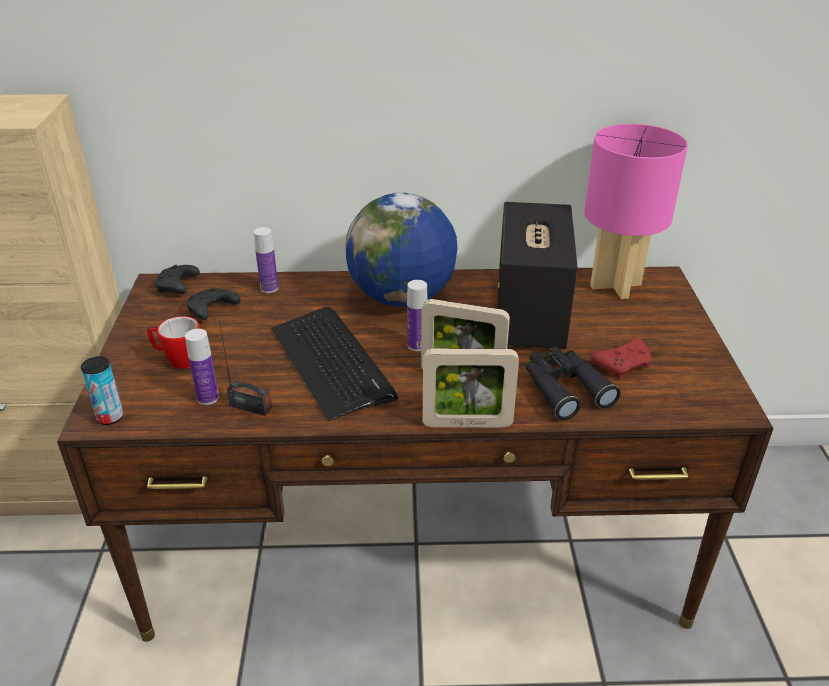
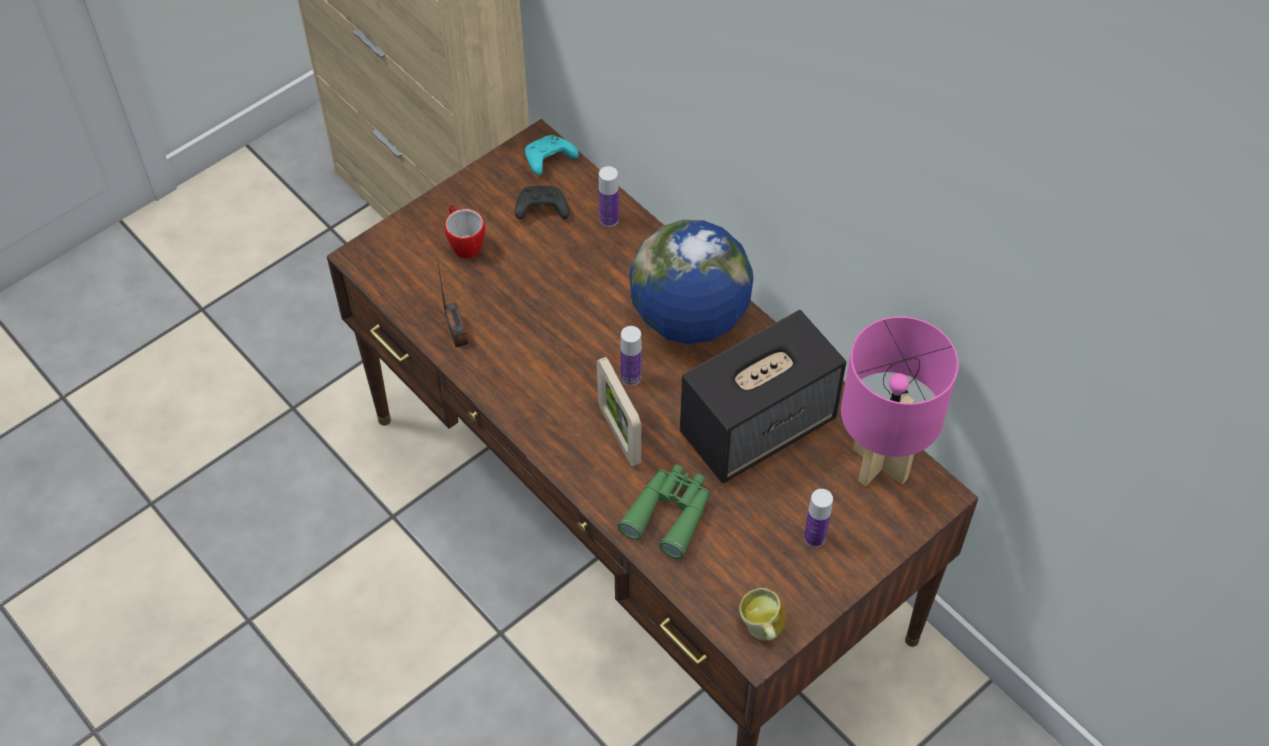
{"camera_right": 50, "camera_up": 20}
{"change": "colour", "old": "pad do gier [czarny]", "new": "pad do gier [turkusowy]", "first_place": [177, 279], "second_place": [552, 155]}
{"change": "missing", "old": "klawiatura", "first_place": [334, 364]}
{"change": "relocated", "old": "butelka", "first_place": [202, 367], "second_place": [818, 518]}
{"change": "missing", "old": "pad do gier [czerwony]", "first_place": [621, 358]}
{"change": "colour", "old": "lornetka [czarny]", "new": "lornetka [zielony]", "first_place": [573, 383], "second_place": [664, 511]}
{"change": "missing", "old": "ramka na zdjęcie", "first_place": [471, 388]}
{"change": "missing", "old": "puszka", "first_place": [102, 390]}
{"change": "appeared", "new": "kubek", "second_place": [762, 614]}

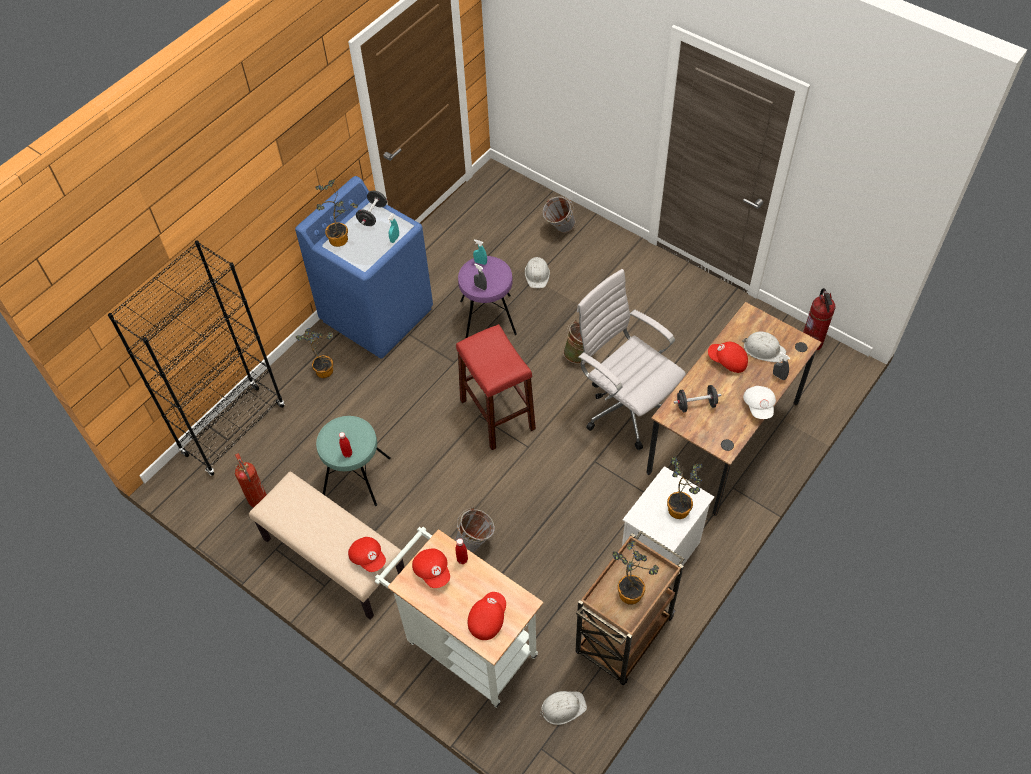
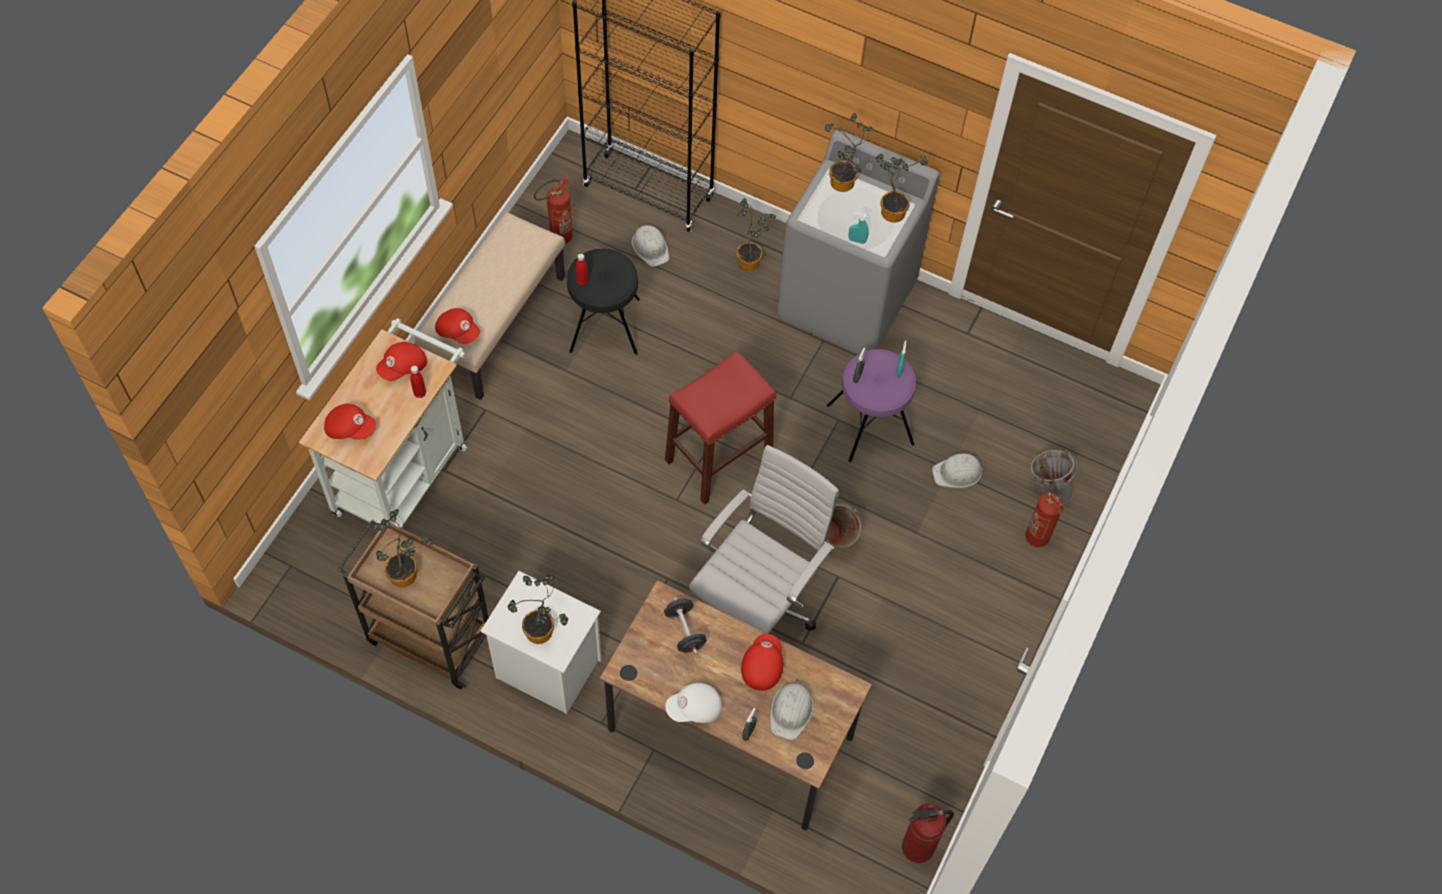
{"camera_right": 75, "camera_up": 5}
{"change": "colour", "old": "pralka [niebieski]", "new": "pralka [szary]", "first_place": [364, 267], "second_place": [858, 242]}
{"change": "exchanged", "old": "hantel [czarny]", "new": "roślina doniczkowa", "first_place": [371, 208], "second_place": [902, 188]}
{"change": "colour", "old": "stołek [turkusowy]", "new": "stołek [czarny]", "first_place": [353, 461], "second_place": [603, 302]}
{"change": "missing", "old": "wiadro [szary]", "first_place": [475, 530]}
{"change": "spun", "old": "czapka z daszkiem [czerwony]", "first_place": [367, 554], "second_place": [457, 326], "degrees": -90}
{"change": "relocated", "old": "kask [biały]", "first_place": [563, 708], "second_place": [650, 246]}
{"change": "appeared", "new": "gaśnica", "second_place": [1044, 506]}

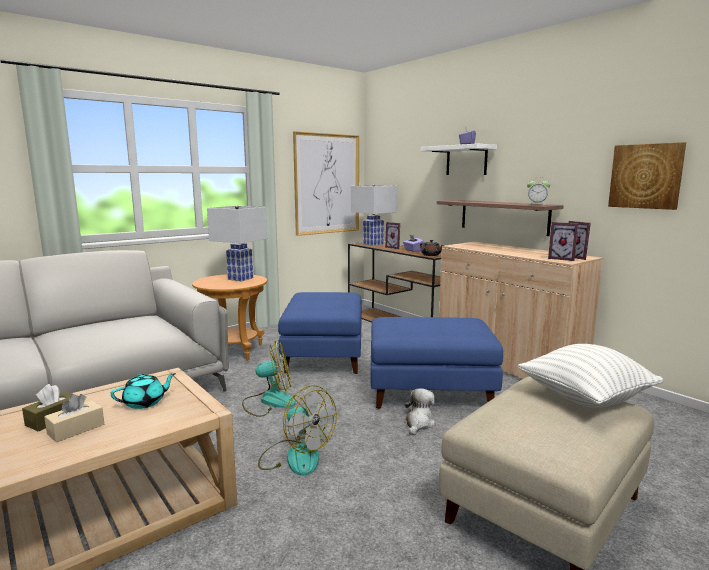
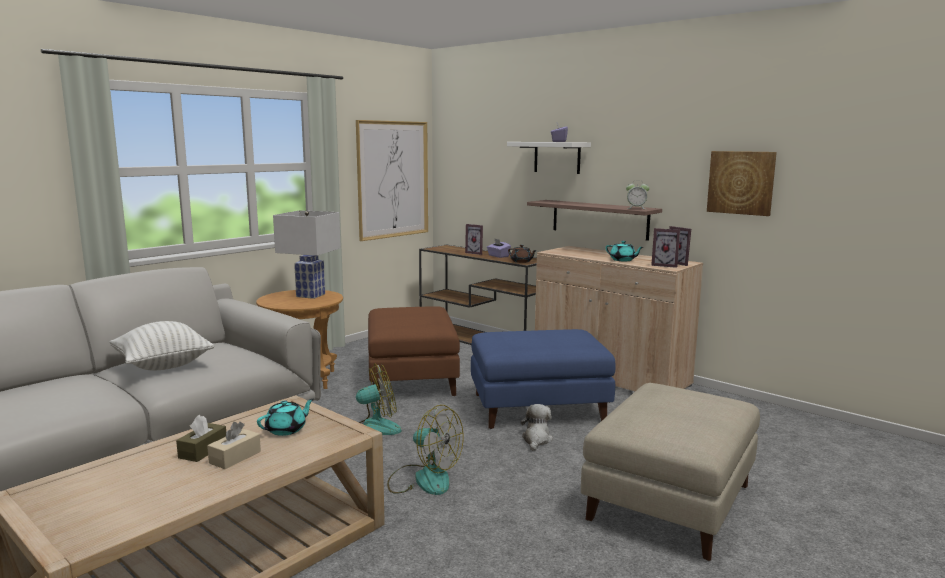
{"camera_right": -10, "camera_up": 0}
{"change": "missing", "old": "lampa stołowa [biały]", "first_place": [374, 215]}
{"change": "colour", "old": "pufa [niebieski]", "new": "pufa [brązowy]", "first_place": [320, 333], "second_place": [414, 351]}
{"change": "relocated", "old": "poduszka [biały]", "first_place": [590, 376], "second_place": [162, 346]}
{"change": "appeared", "new": "imbryk [turkusowy]", "second_place": [624, 251]}

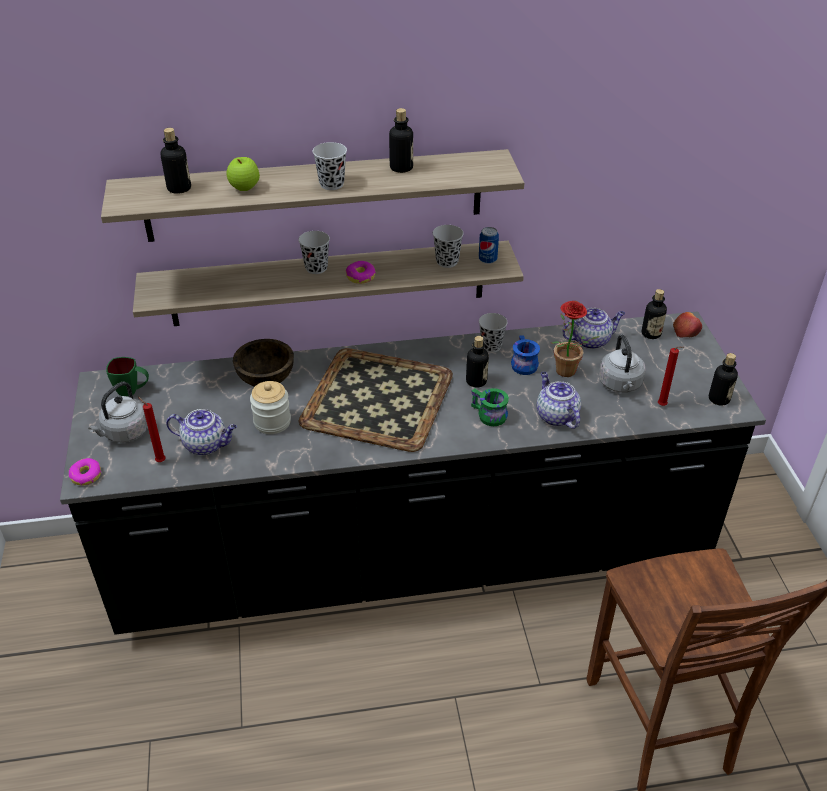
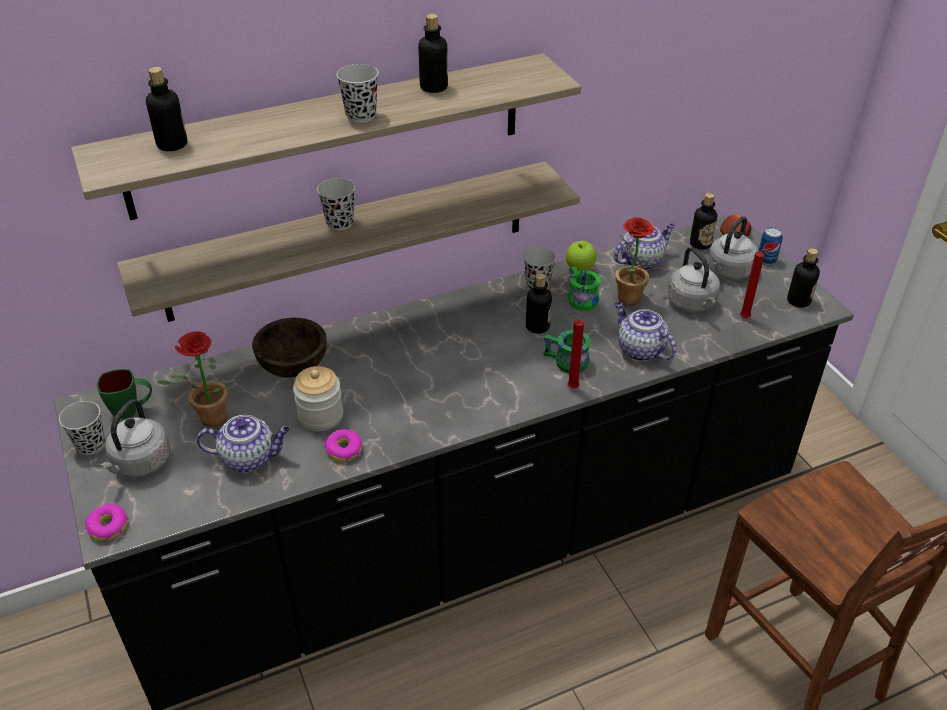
{"camera_right": -15, "camera_up": 0}
{"change": "relocated", "old": "jabłko", "first_place": [243, 174], "second_place": [581, 256]}
{"change": "relocated", "old": "filiżanka [czarny]", "first_place": [448, 246], "second_place": [82, 428]}
{"change": "relocated", "old": "puszka", "first_place": [489, 245], "second_place": [770, 246]}
{"change": "relocated", "old": "donut", "first_place": [361, 272], "second_place": [343, 445]}
{"change": "colour", "old": "kubek [niebieski]", "new": "kubek [zielony]", "first_place": [525, 355], "second_place": [584, 289]}
{"change": "missing", "old": "taca", "first_place": [376, 400]}
{"change": "relocated", "old": "świeca [czerwony]", "first_place": [152, 429], "second_place": [575, 350]}
{"change": "appeared", "new": "czajnik [szary]", "second_place": [733, 248]}
{"change": "appeared", "new": "roślina doniczkowa", "second_place": [198, 379]}

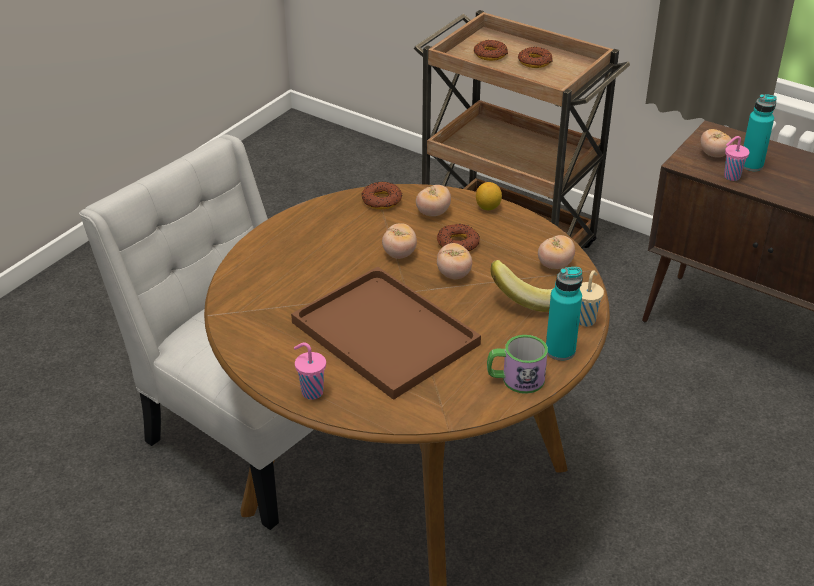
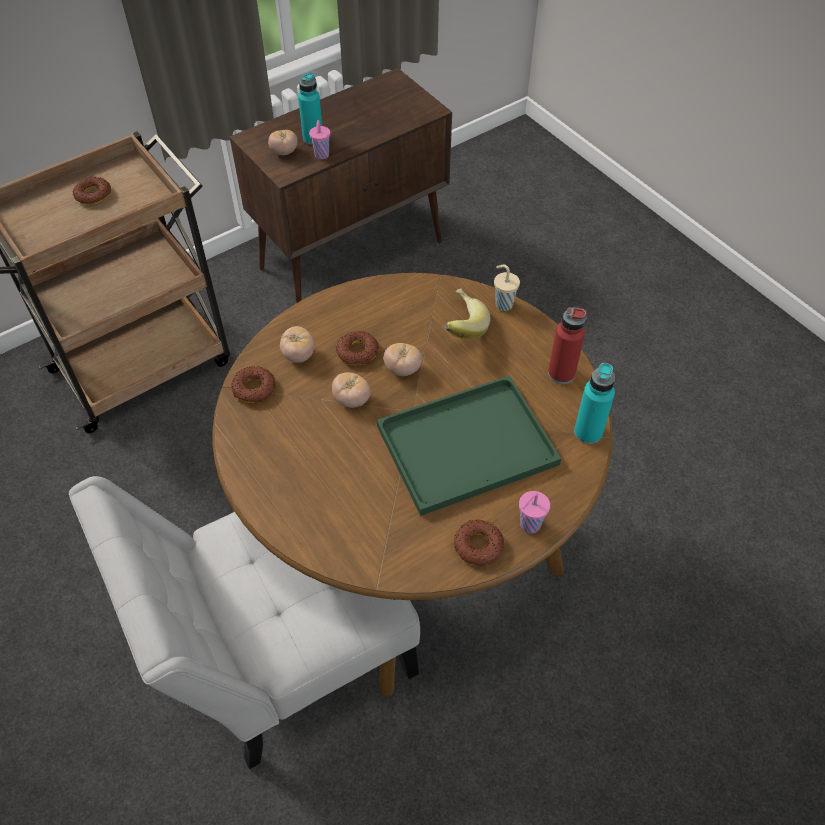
{"camera_right": -70, "camera_up": 15}
{"change": "relocated", "old": "donut", "first_place": [491, 50], "second_place": [479, 542]}
{"change": "missing", "old": "cytryna", "first_place": [489, 196]}
{"change": "missing", "old": "pomidor", "first_place": [556, 252]}
{"change": "colour", "old": "taca [brązowy]", "new": "taca [zielony]", "first_place": [386, 333], "second_place": [469, 445]}
{"change": "relocated", "old": "butelka [turkusowy]", "first_place": [564, 314], "second_place": [594, 403]}
{"change": "exchanged", "old": "kubek", "new": "butelka [czerwony]", "first_place": [517, 364], "second_place": [567, 345]}

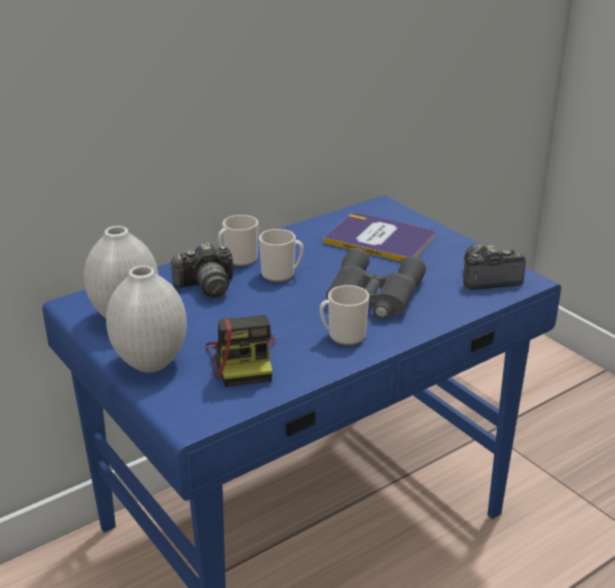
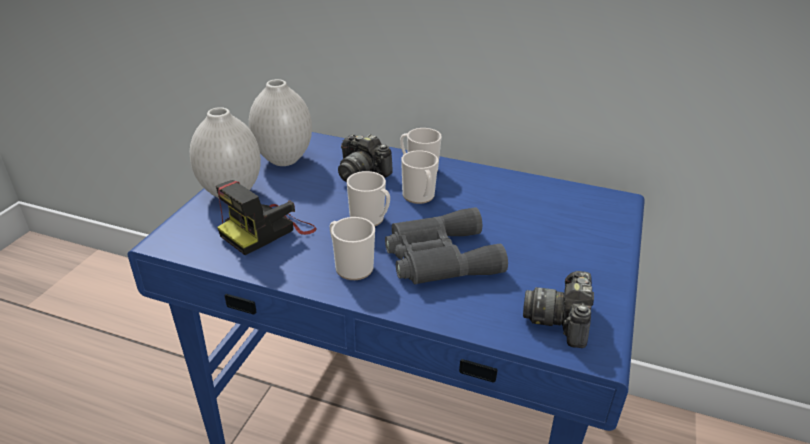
{"camera_right": 55, "camera_up": 5}
{"change": "missing", "old": "książka", "first_place": [379, 237]}
{"change": "spun", "old": "aparat fotograficzny", "first_place": [494, 267], "second_place": [558, 309], "degrees": -120}
{"change": "appeared", "new": "kubek", "second_place": [368, 198]}

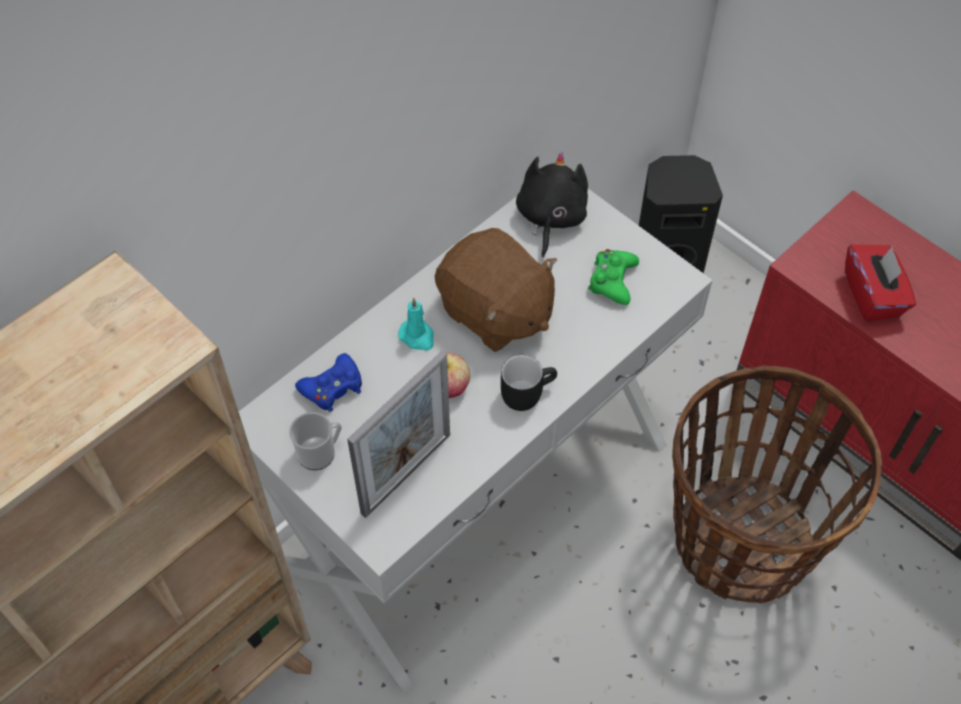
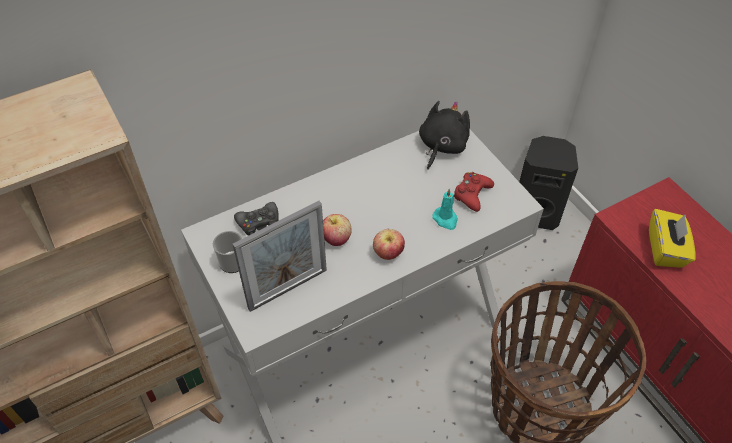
{"camera_right": 15, "camera_up": -5}
{"change": "missing", "old": "pluszak [brązowy]", "first_place": [496, 290]}
{"change": "colour", "old": "pudełko chusteczek [czerwony]", "new": "pudełko chusteczek [żółty]", "first_place": [880, 282], "second_place": [672, 238]}
{"change": "colour", "old": "pad do gier [zielony]", "new": "pad do gier [czerwony]", "first_place": [613, 277], "second_place": [474, 192]}
{"change": "relocated", "old": "świeca [turkusowy]", "first_place": [416, 324], "second_place": [445, 209]}
{"change": "colour", "old": "pad do gier [niebieski]", "new": "pad do gier [czarny]", "first_place": [328, 382], "second_place": [256, 219]}
{"change": "exchanged", "old": "kubek [czarny]", "new": "jabłko", "first_place": [529, 383], "second_place": [389, 244]}

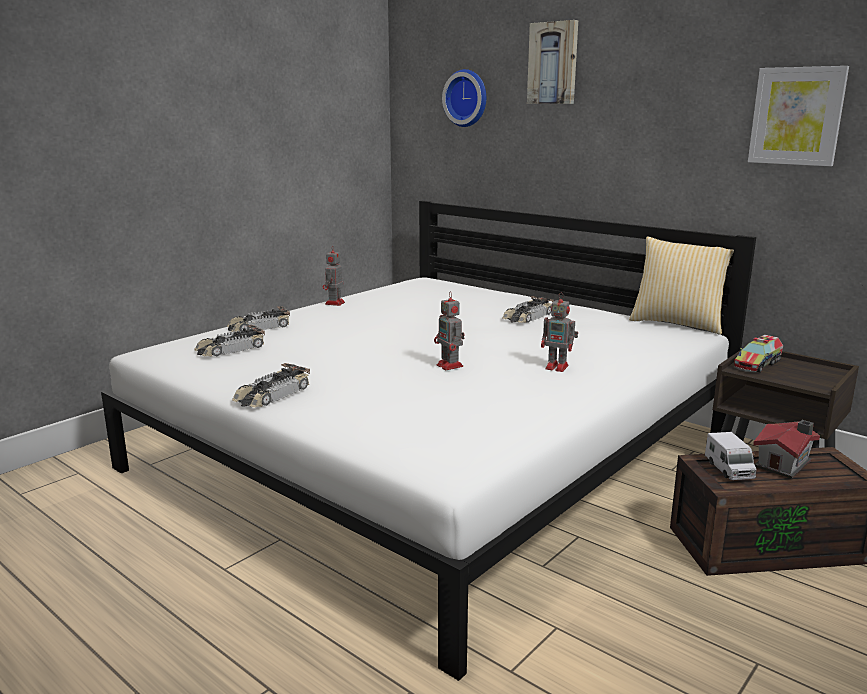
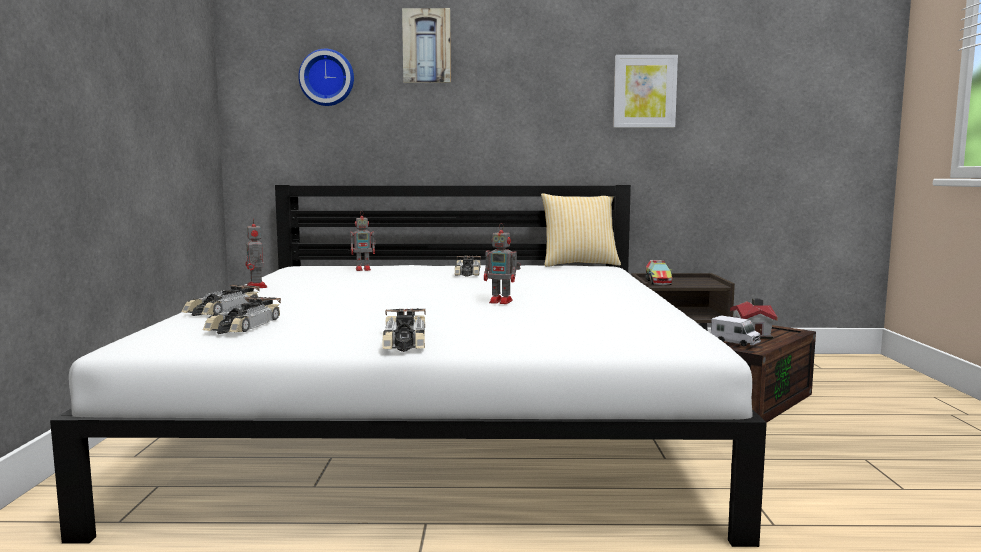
{"camera_right": -40, "camera_up": -10}
{"change": "relocated", "old": "robot zabawkowy", "first_place": [559, 334], "second_place": [363, 241]}

